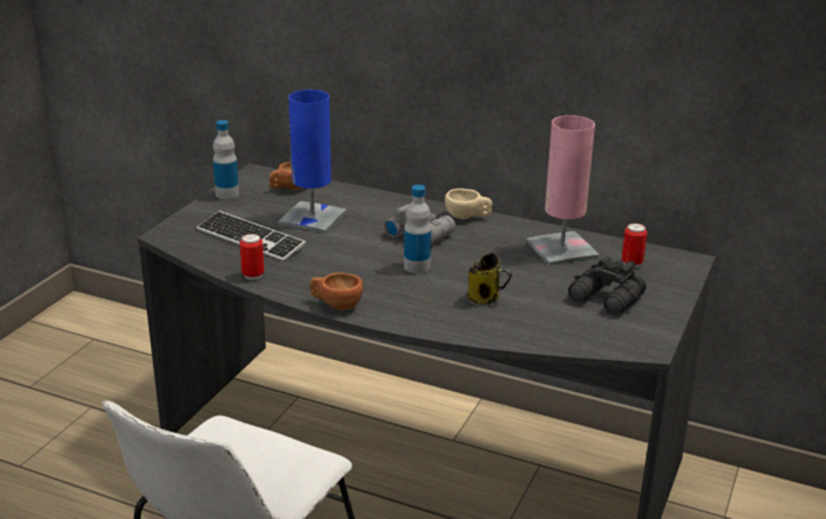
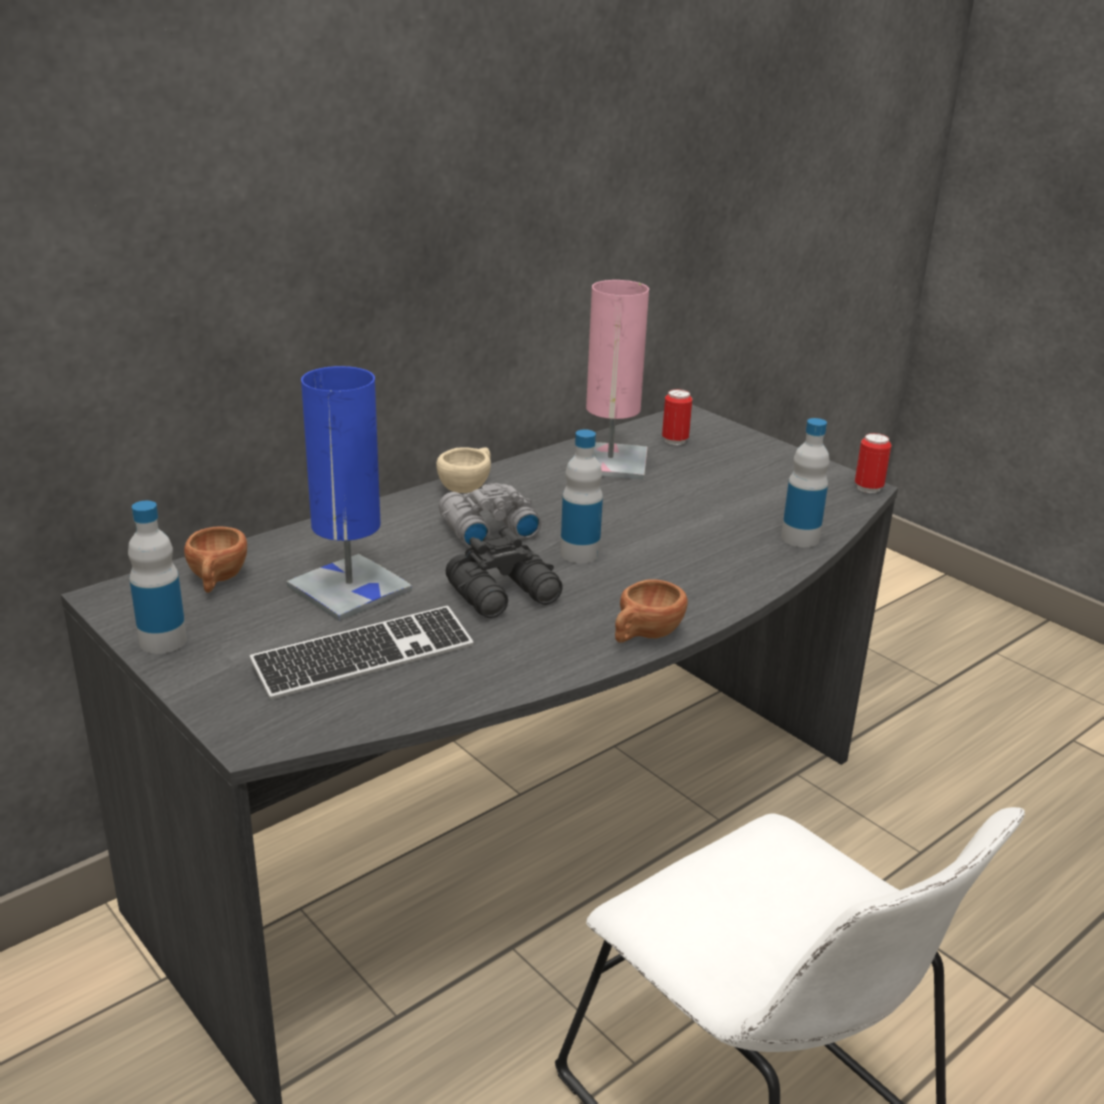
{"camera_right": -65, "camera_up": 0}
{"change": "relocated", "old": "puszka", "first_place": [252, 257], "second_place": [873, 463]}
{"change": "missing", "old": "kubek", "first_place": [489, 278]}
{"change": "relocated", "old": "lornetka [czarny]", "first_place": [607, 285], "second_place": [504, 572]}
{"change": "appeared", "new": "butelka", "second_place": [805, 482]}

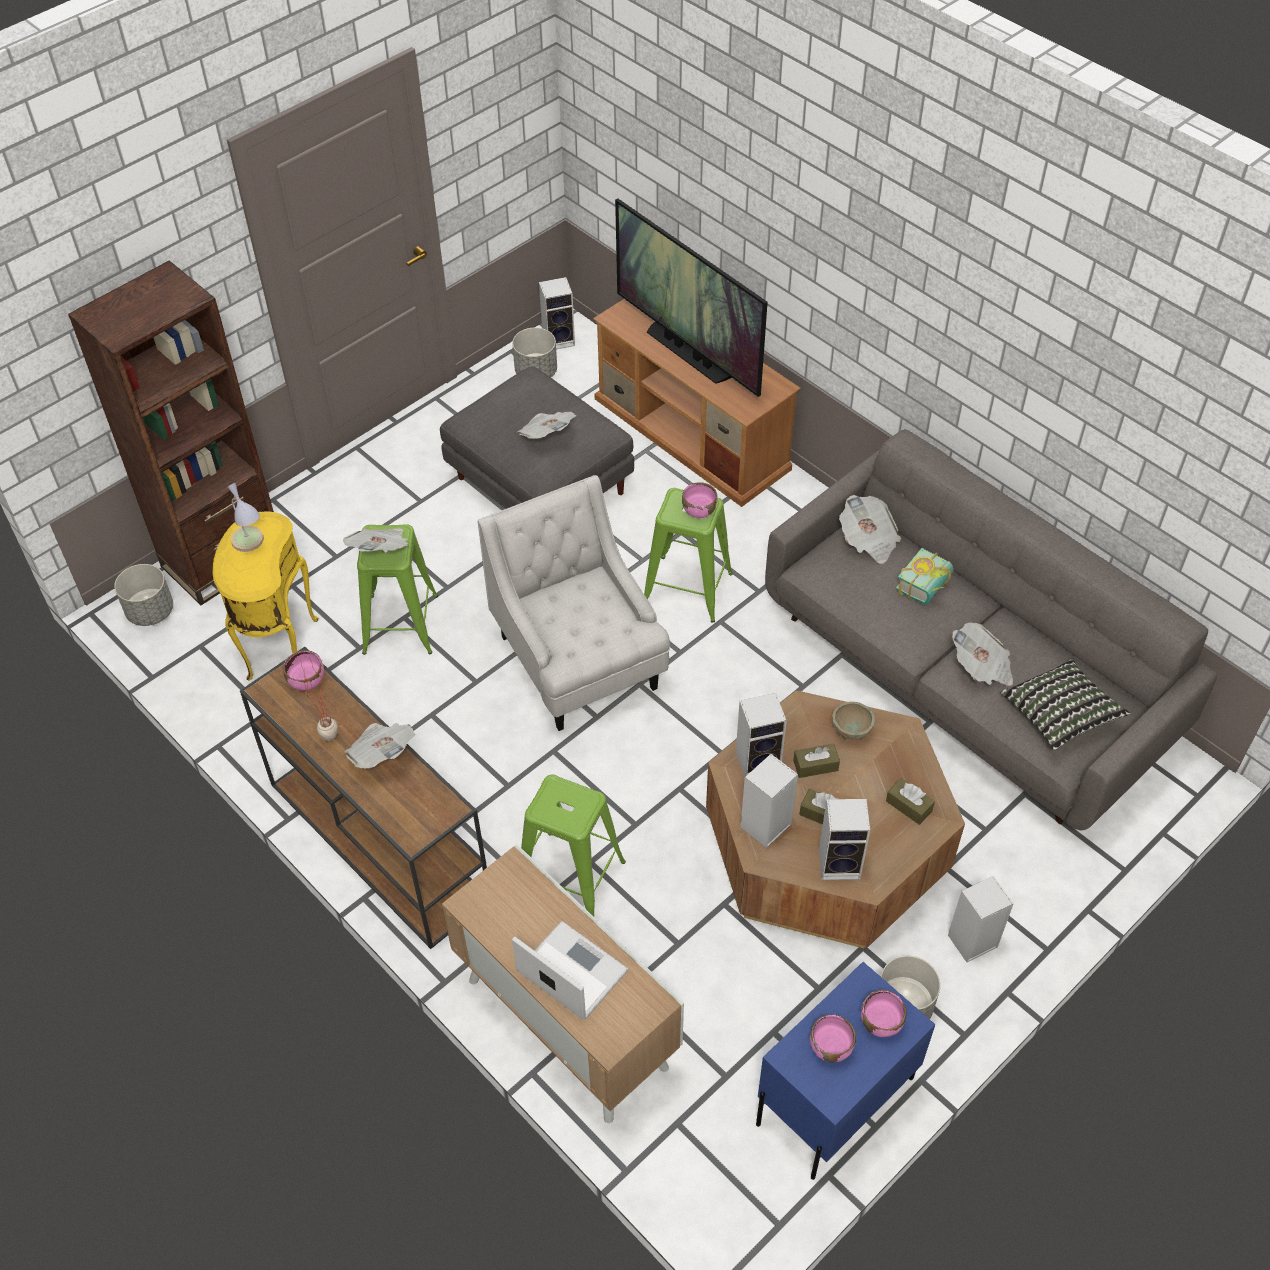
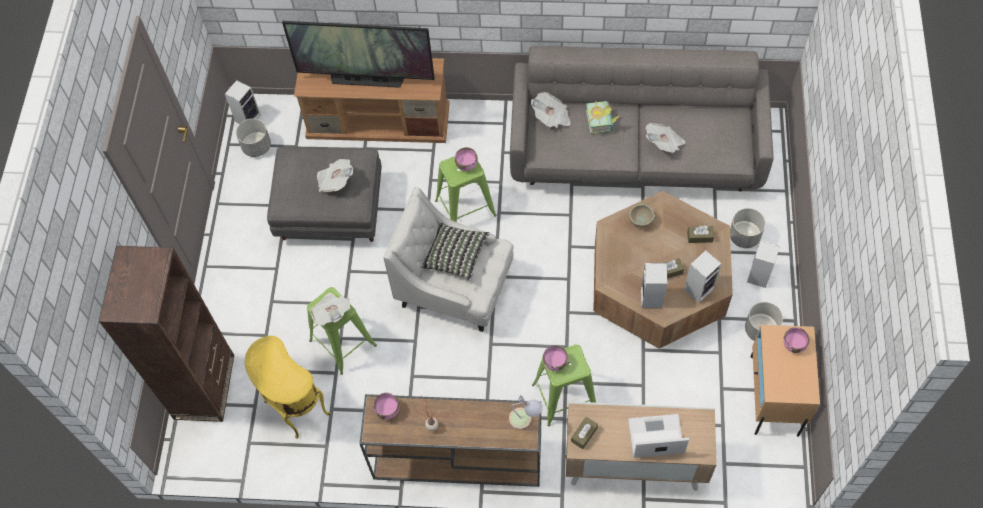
{"camera_right": -40, "camera_up": 10}
{"change": "relocated", "old": "lampa stołowa", "first_place": [246, 517], "second_place": [526, 412]}
{"change": "relocated", "old": "donica [szary]", "first_place": [143, 595], "second_place": [747, 228]}
{"change": "relocated", "old": "poduszka", "first_place": [1065, 704], "second_place": [455, 251]}
{"change": "missing", "old": "głośnik", "first_place": [761, 735]}
{"change": "missing", "old": "gazeta", "first_place": [379, 745]}
{"change": "relocated", "old": "pudełko chusteczek [brązowy]", "first_place": [816, 761], "second_place": [584, 433]}
{"change": "colour", "old": "szafka nocna [niebieski]", "new": "szafka nocna [beżowy]", "first_place": [845, 1071], "second_place": [785, 381]}
{"change": "relocated", "old": "miska [różowy]", "first_place": [833, 1038], "second_place": [555, 358]}

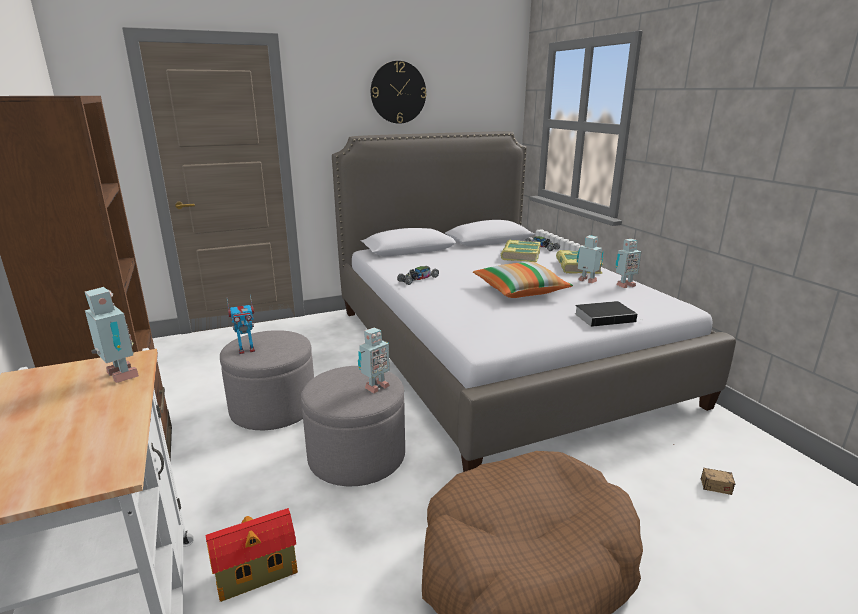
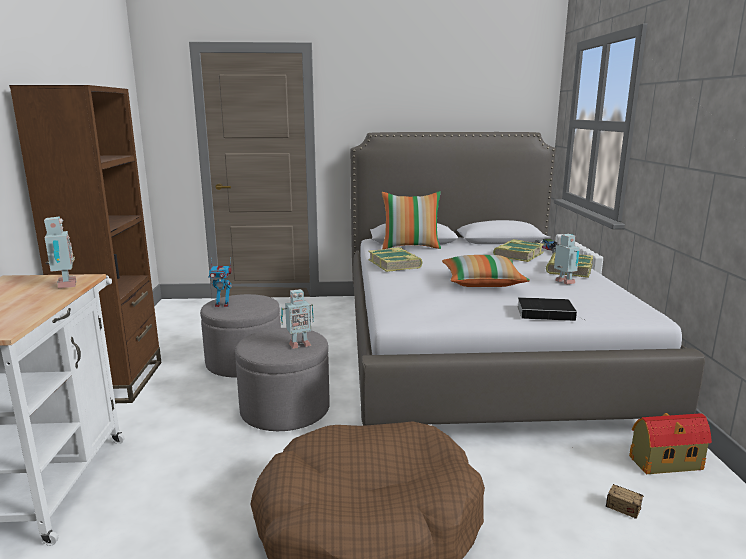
{"camera_right": 20, "camera_up": -5}
{"change": "missing", "old": "zegar ścienny", "first_place": [398, 92]}
{"change": "missing", "old": "robot zabawkowy", "first_place": [628, 263]}
{"change": "exchanged", "old": "samochodzik", "new": "książka", "first_place": [418, 275], "second_place": [395, 259]}
{"change": "relocated", "old": "domek", "first_place": [251, 555], "second_place": [670, 443]}
{"change": "appeared", "new": "poduszka", "second_place": [411, 220]}

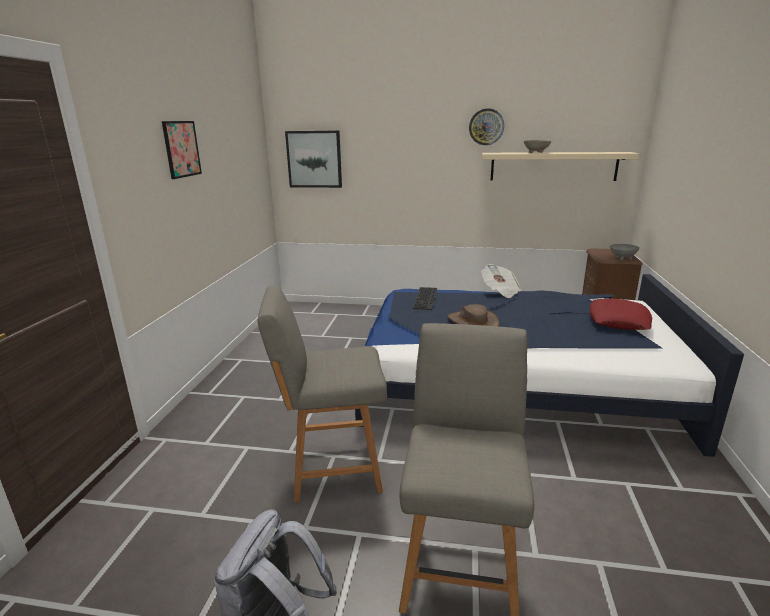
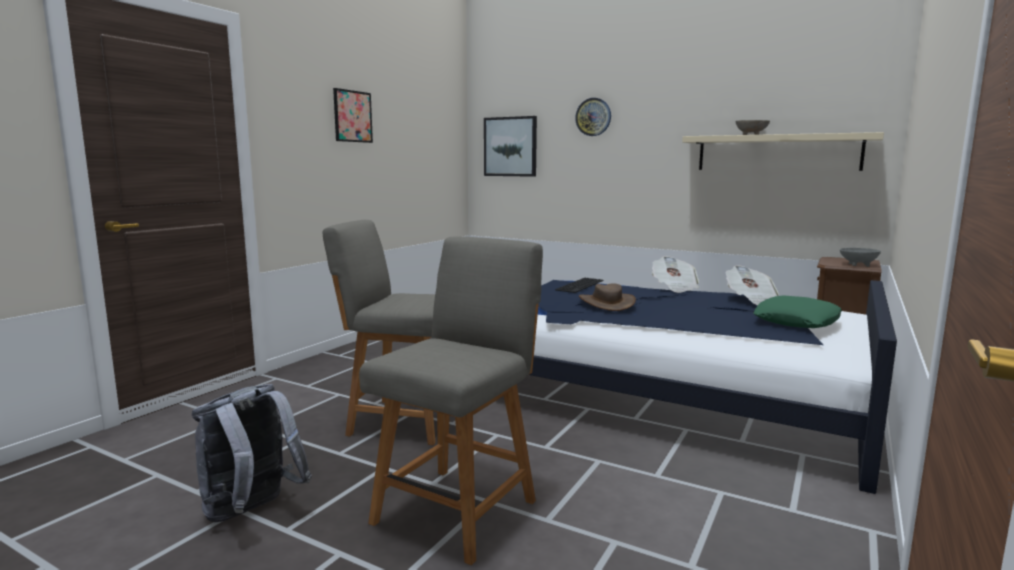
{"camera_right": 20, "camera_up": -10}
{"change": "relocated", "old": "zegar ścienny", "first_place": [486, 126], "second_place": [593, 117]}
{"change": "colour", "old": "poduszka [czerwony]", "new": "poduszka [zielony]", "first_place": [621, 314], "second_place": [797, 311]}
{"change": "appeared", "new": "gazeta", "second_place": [752, 285]}

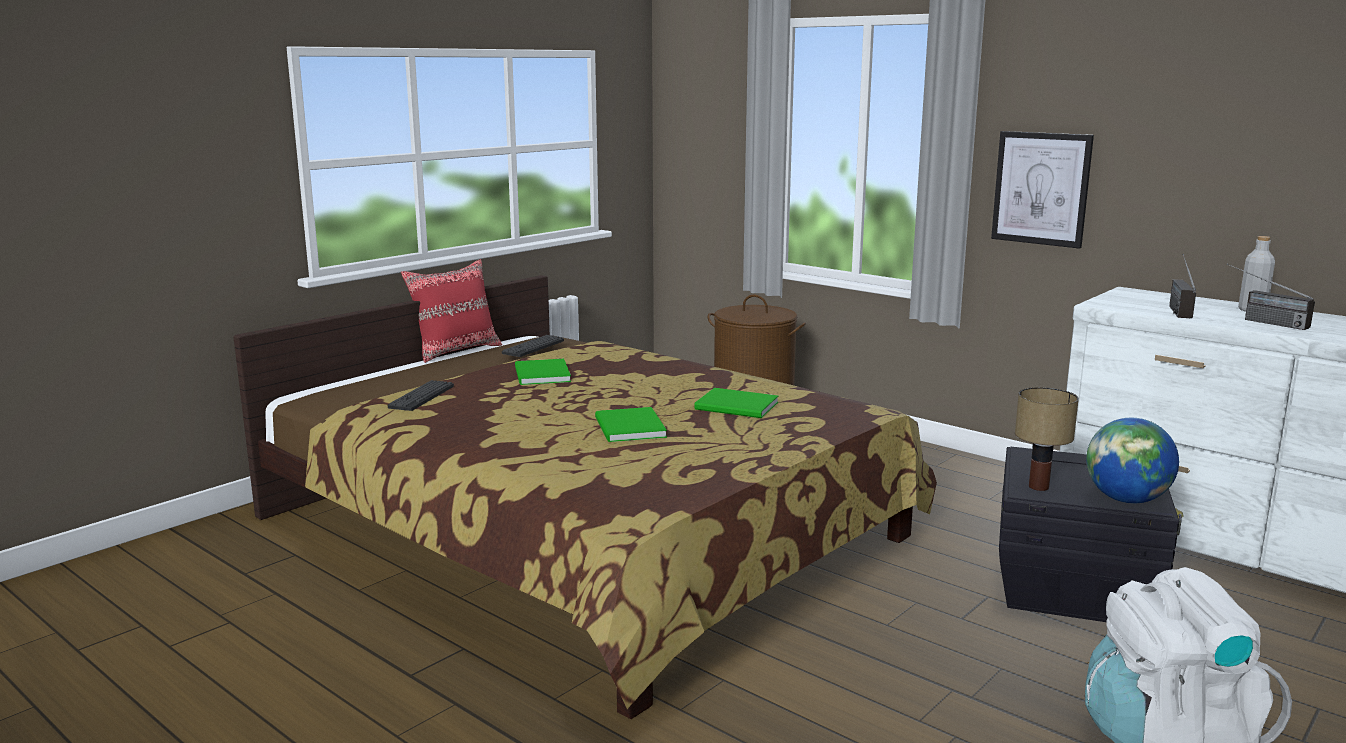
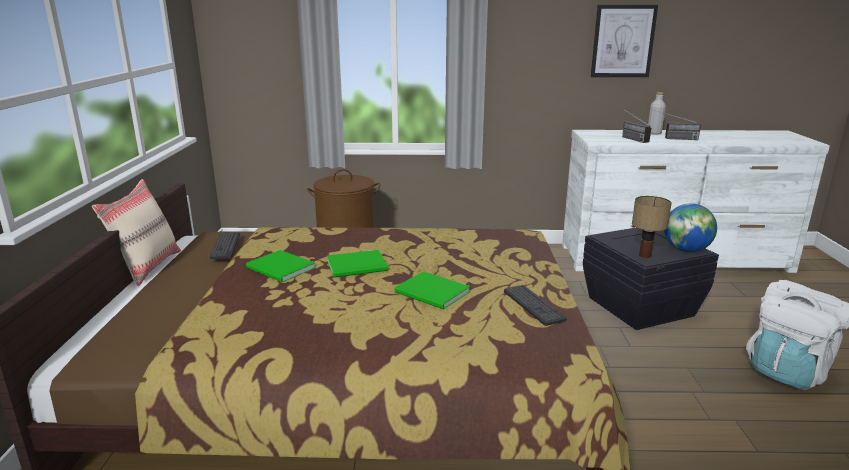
{"camera_right": -40, "camera_up": 5}
{"change": "relocated", "old": "obraz", "first_place": [1042, 190], "second_place": [624, 41]}
{"change": "colour", "old": "poduszka [czerwony]", "new": "poduszka [beżowy]", "first_place": [451, 311], "second_place": [136, 232]}
{"change": "relocated", "old": "klawiatura", "first_place": [421, 395], "second_place": [535, 305]}
{"change": "relocated", "old": "książka [zielony]", "first_place": [736, 403], "second_place": [357, 264]}

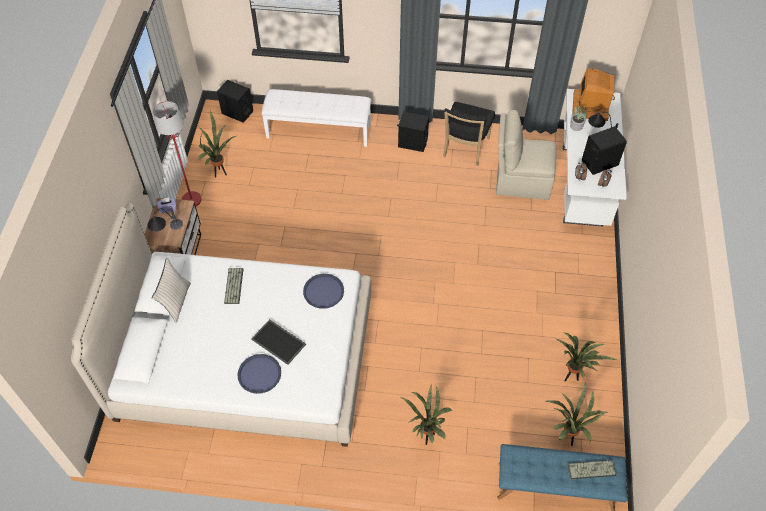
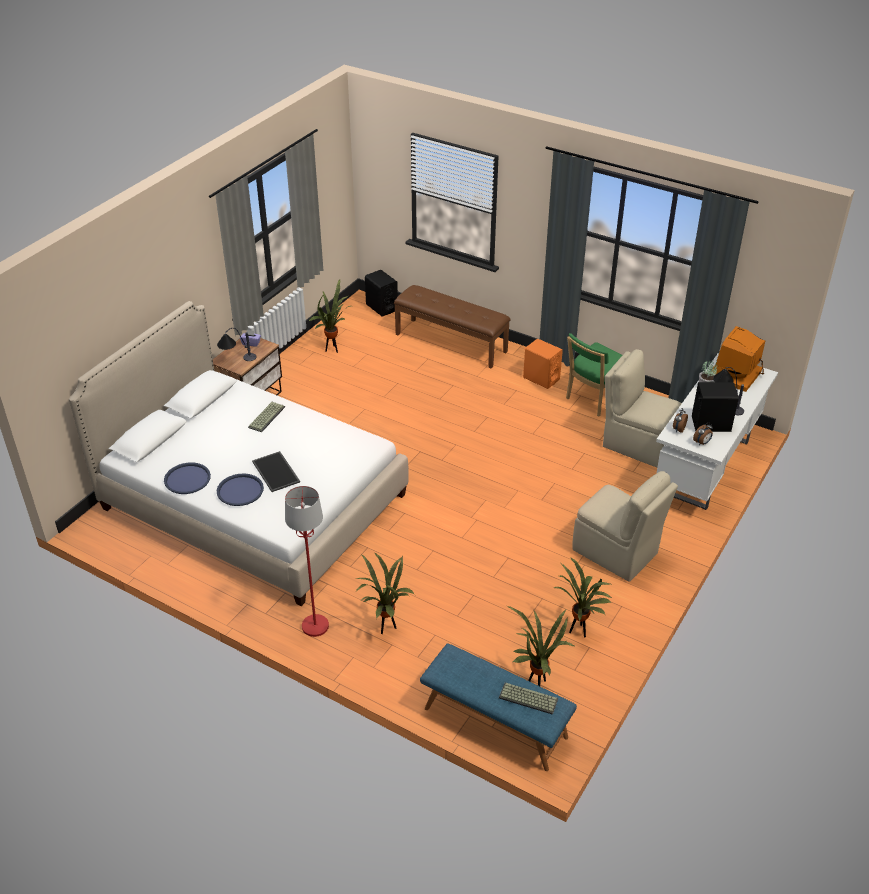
{"camera_right": 25, "camera_up": -15}
{"change": "colour", "old": "ławka [biały]", "new": "ławka [brązowy]", "first_place": [316, 118], "second_place": [452, 327]}
{"change": "relocated", "old": "lampa stojąca [czerwony]", "first_place": [177, 153], "second_place": [307, 561]}
{"change": "colour", "old": "krzesło [czarny]", "new": "krzesło [zielony]", "first_place": [469, 134], "second_place": [594, 375]}
{"change": "colour", "old": "głośnik [czarny]", "new": "głośnik [pomarańczowy]", "first_place": [413, 132], "second_place": [543, 364]}
{"change": "missing", "old": "poduszka [beżowy]", "first_place": [171, 290]}
{"change": "relocated", "old": "taca [niebieski]", "first_place": [323, 291], "second_place": [187, 478]}
{"change": "appeared", "new": "krzesło [beżowy]", "second_place": [625, 526]}

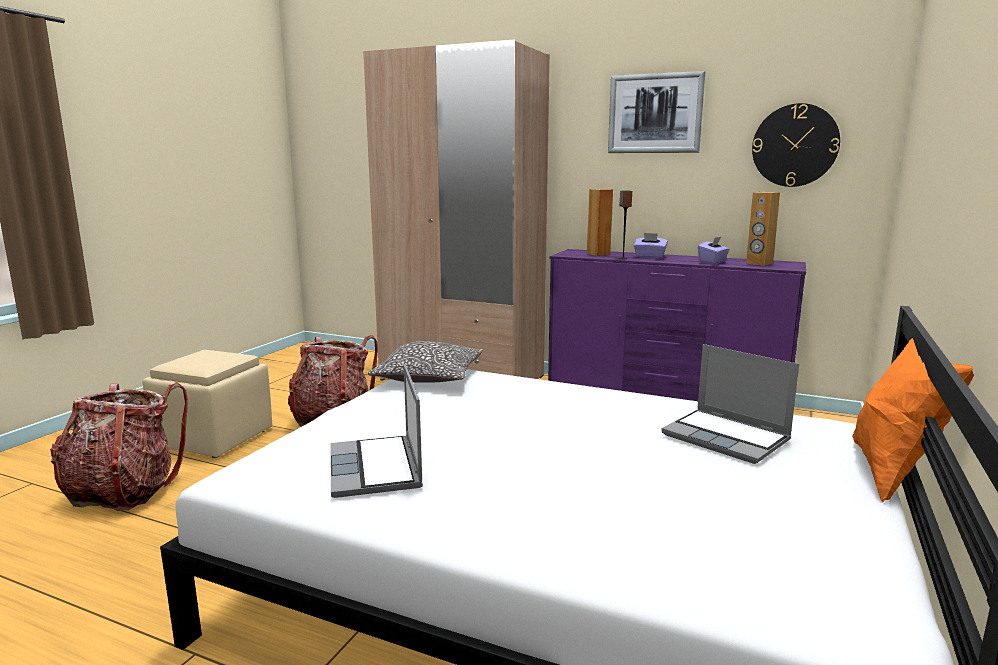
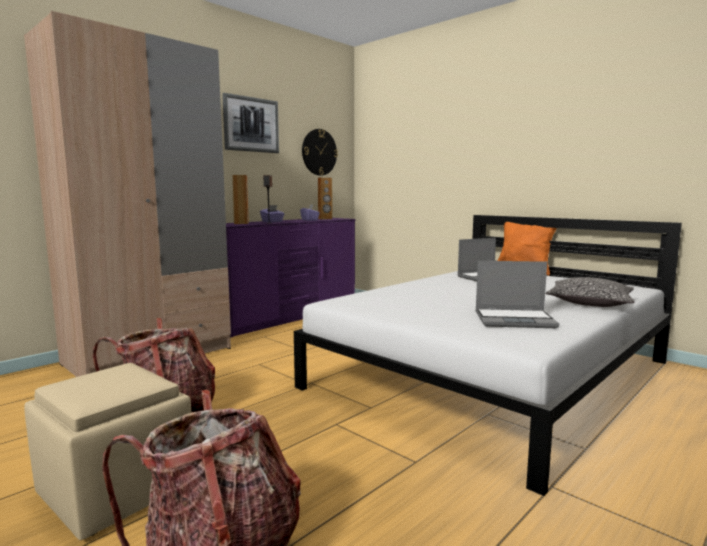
{"camera_right": -70, "camera_up": -5}
{"change": "relocated", "old": "poduszka", "first_place": [425, 362], "second_place": [590, 292]}

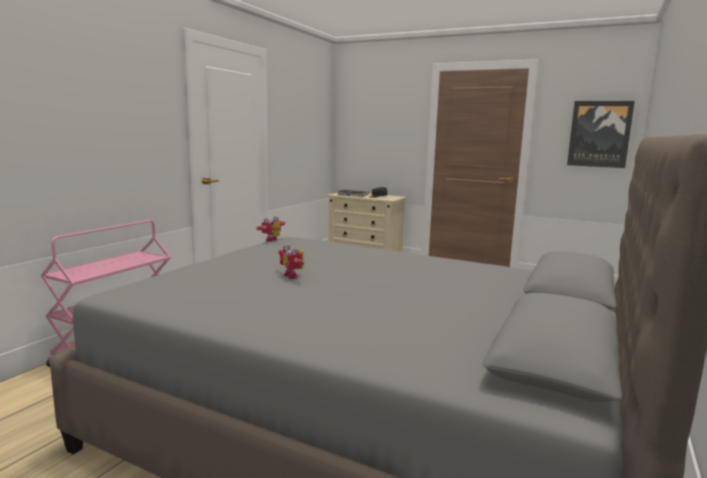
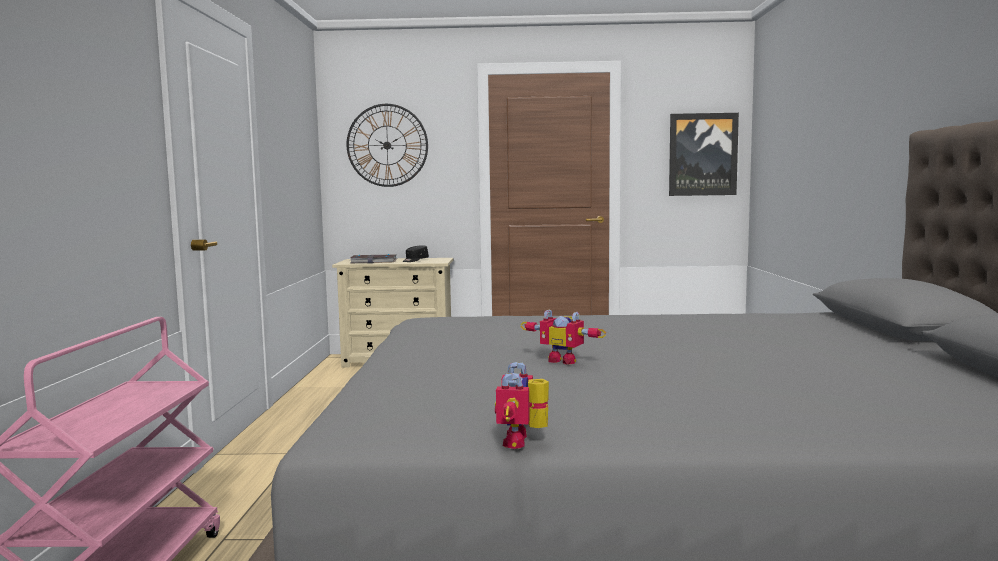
{"camera_right": -25, "camera_up": -5}
{"change": "relocated", "old": "robot zabawkowy", "first_place": [271, 229], "second_place": [522, 405]}
{"change": "appeared", "new": "zegar ścienny", "second_place": [387, 145]}

